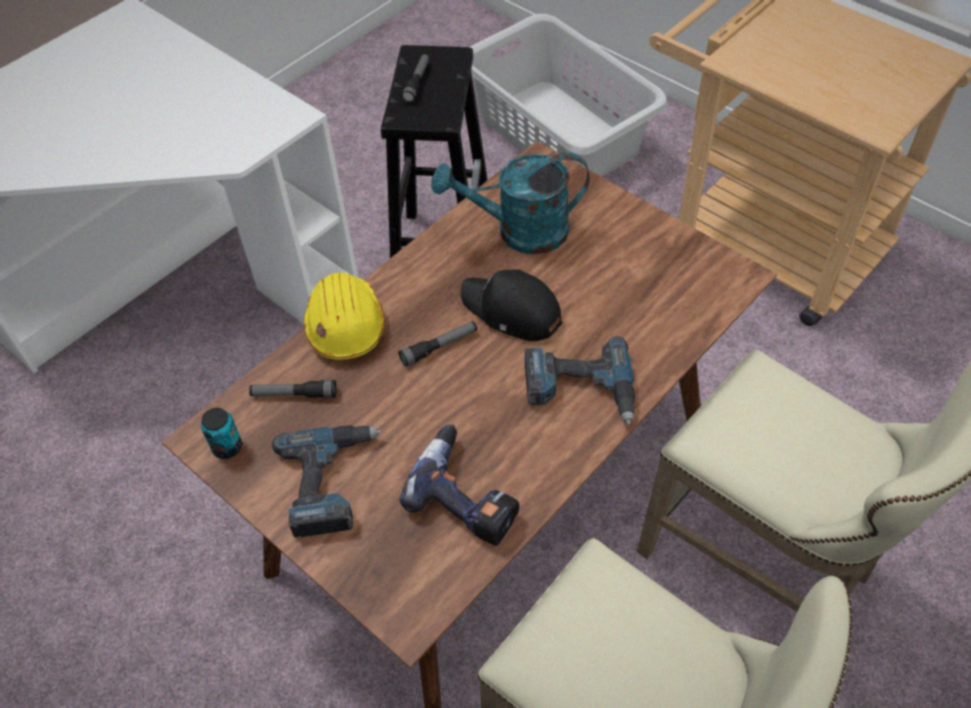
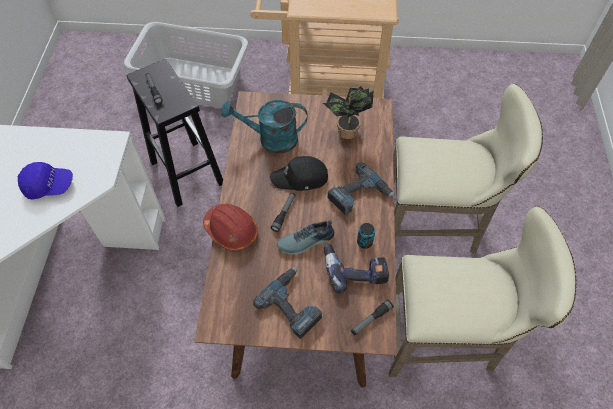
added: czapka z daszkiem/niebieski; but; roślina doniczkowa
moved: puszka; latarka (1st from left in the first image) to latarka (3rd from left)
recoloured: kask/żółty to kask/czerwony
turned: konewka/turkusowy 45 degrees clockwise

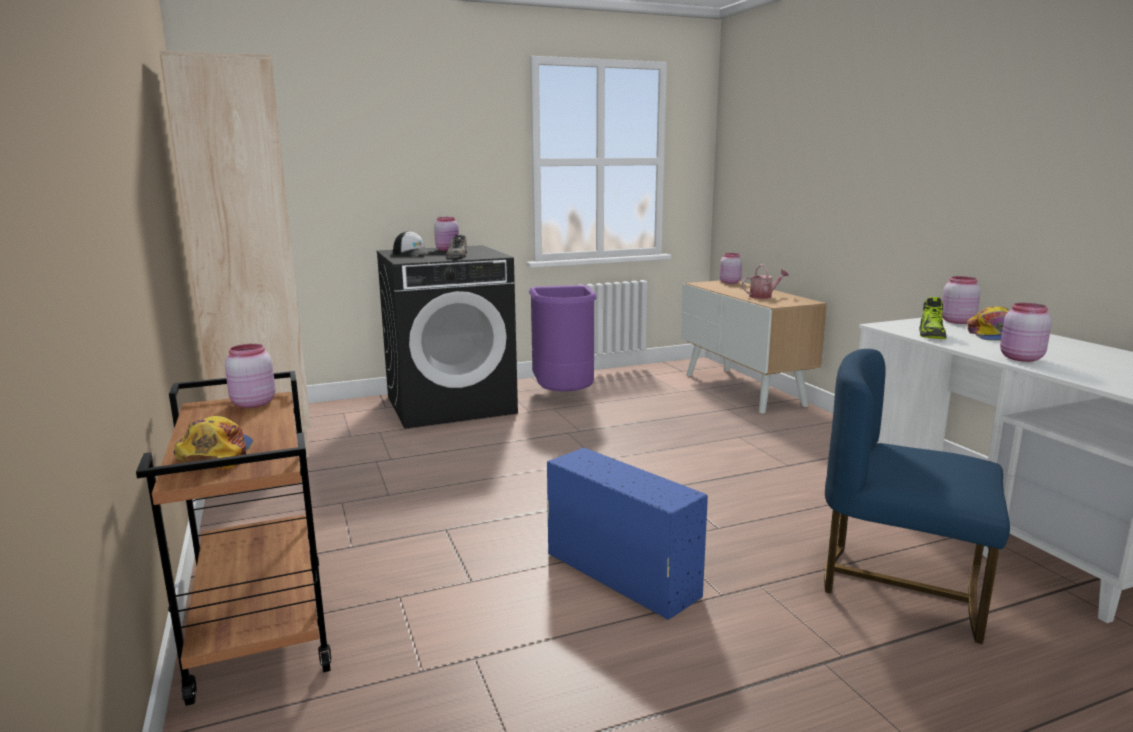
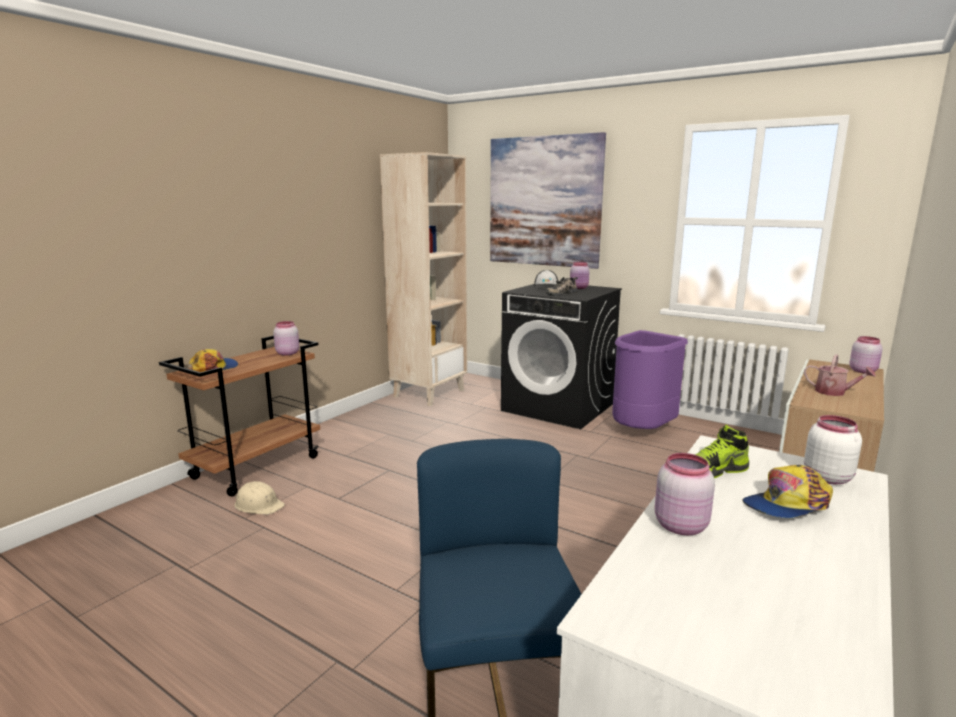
removed: pojemnik do przechowywania/niebieski
added: kask/beżowy; obraz
recoloured: słoik/różowy (4th from left) to słoik/biały

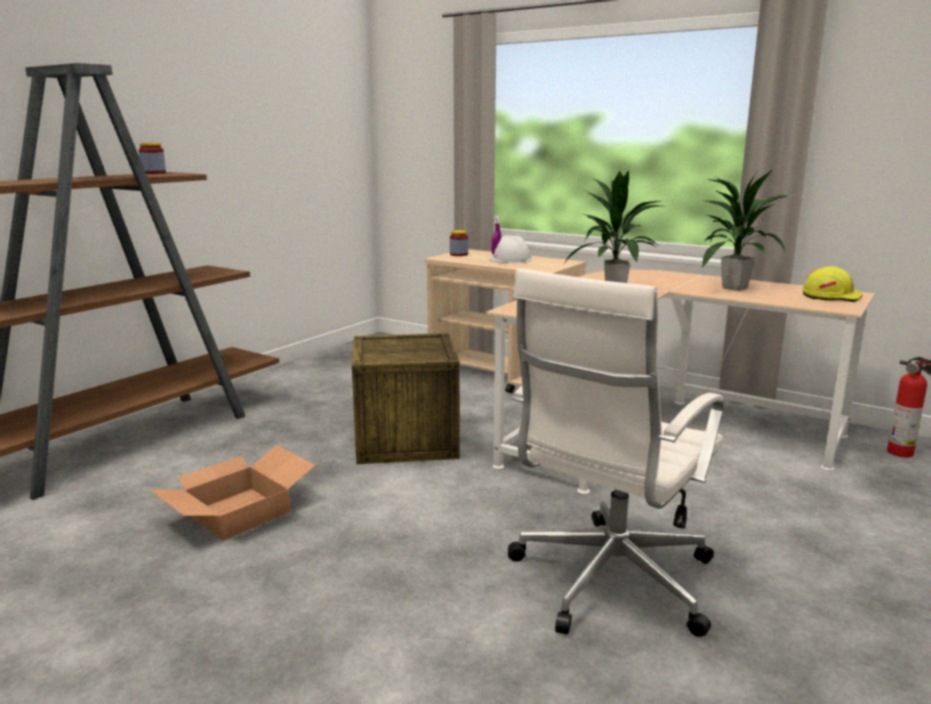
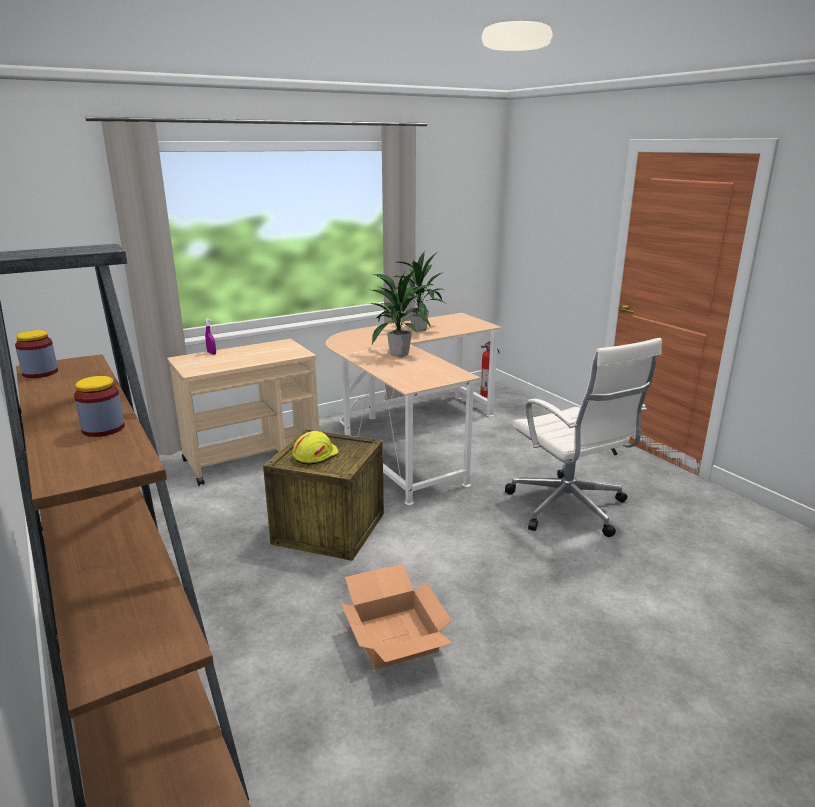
removed: kask/biały
moved: słoik (2nd from left); kask/żółty

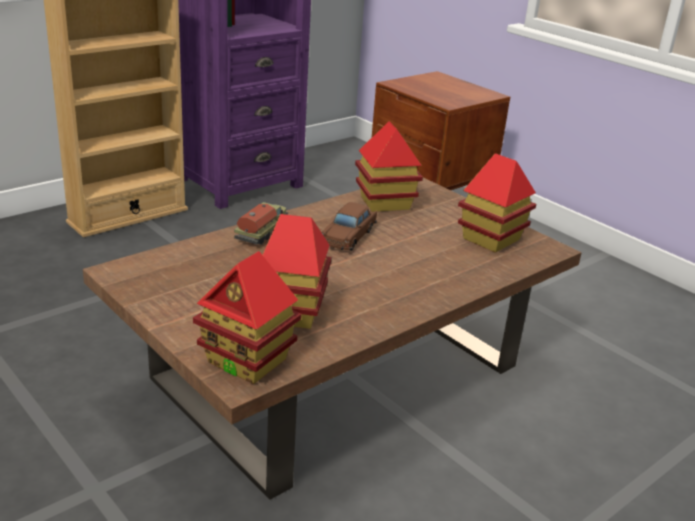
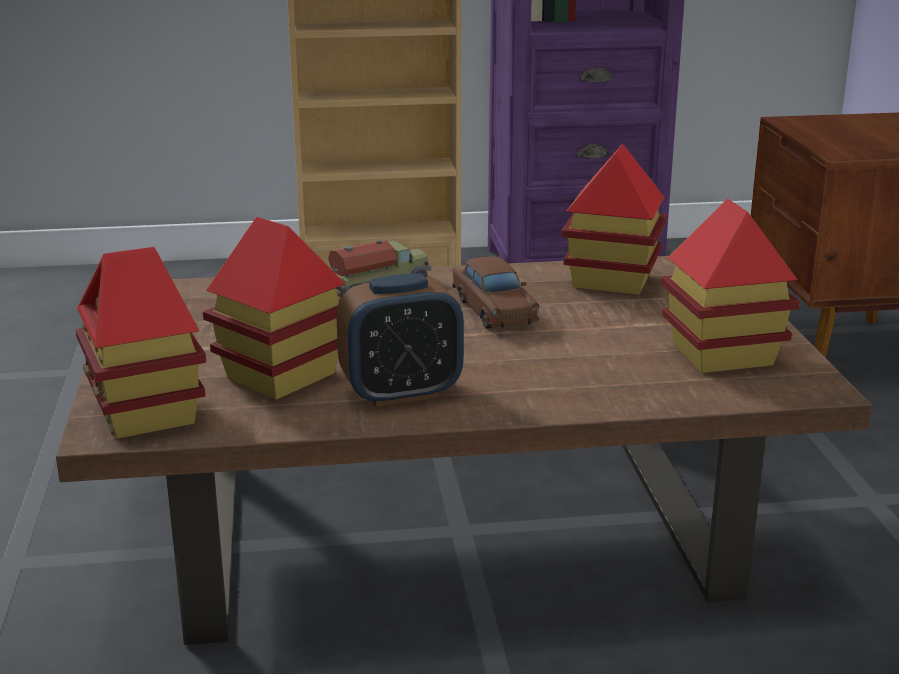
added: budzik
turned: samochodzik/brązowy 75 degrees counterclockwise

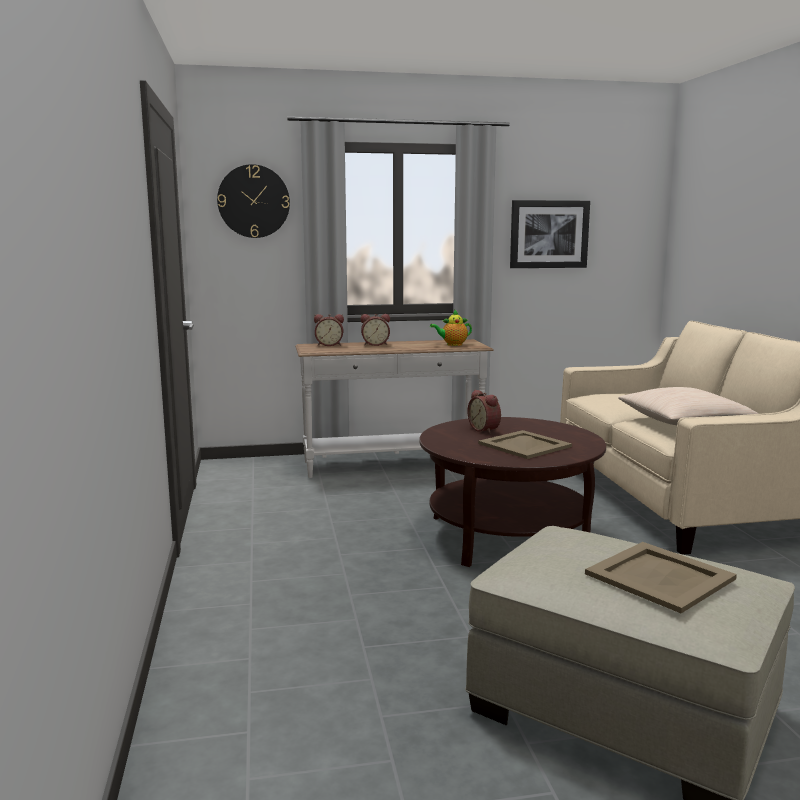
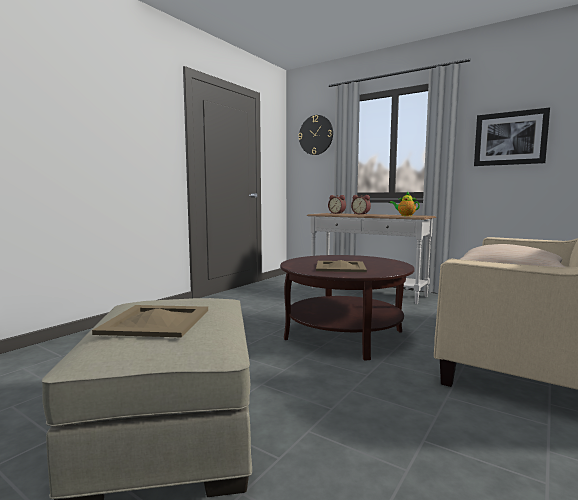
removed: budzik (3rd from left)

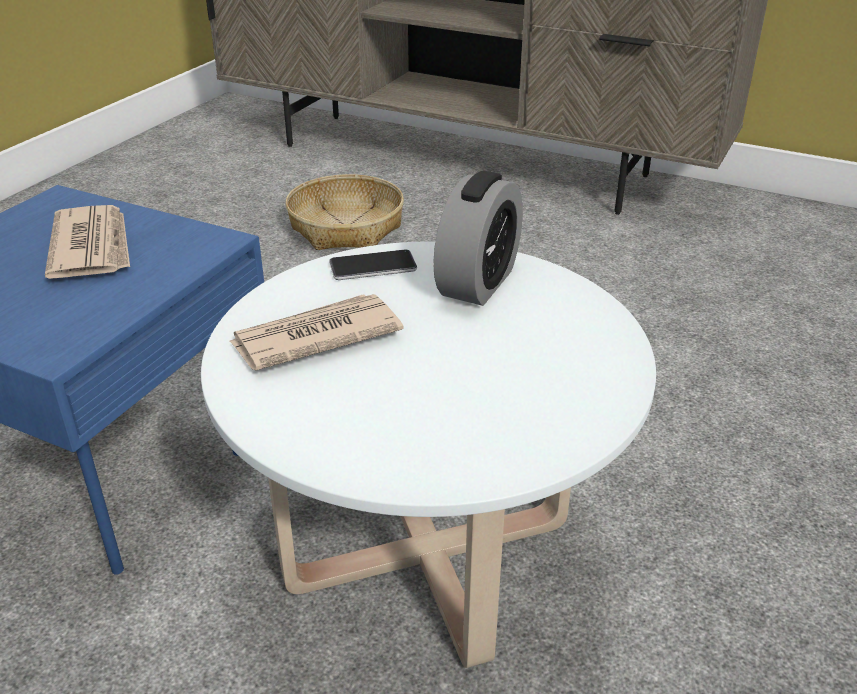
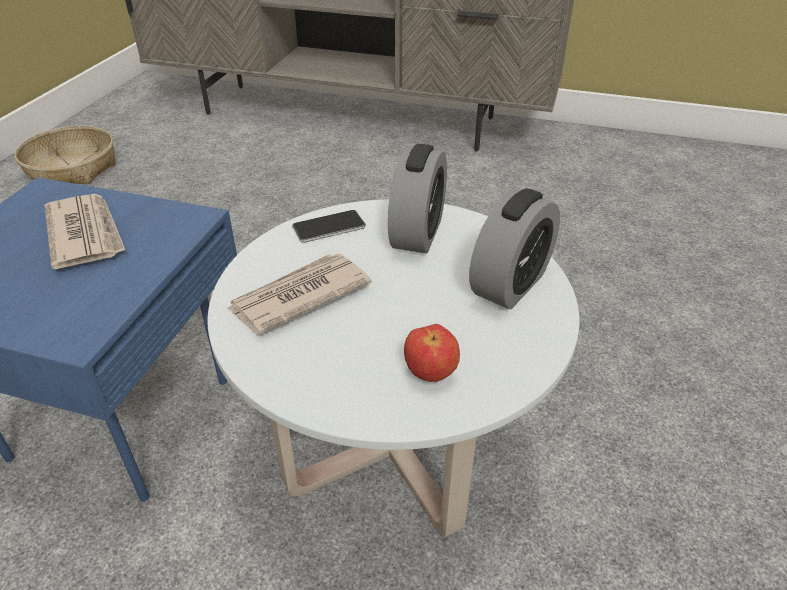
added: jabłko; budzik (2nd from left)
moved: koszyk

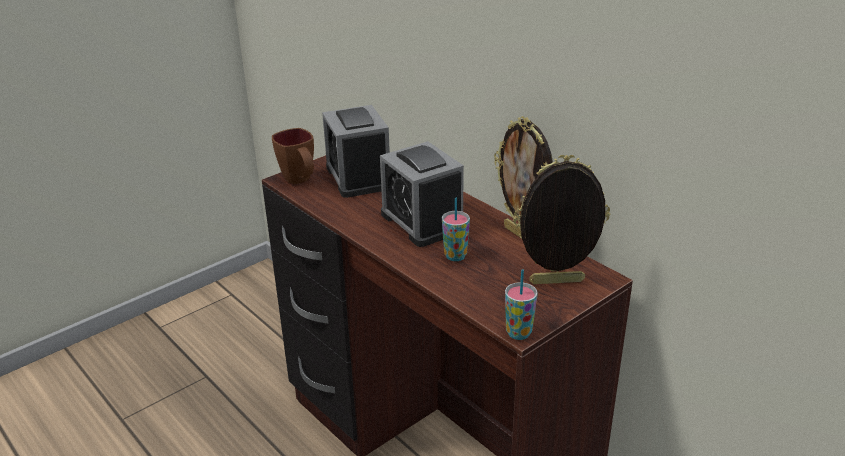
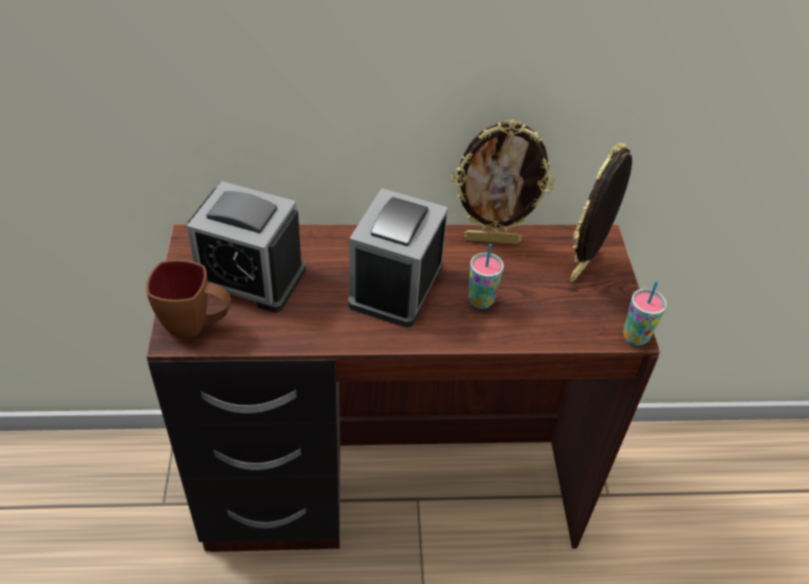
turned: budzik (2nd from left) 105 degrees clockwise

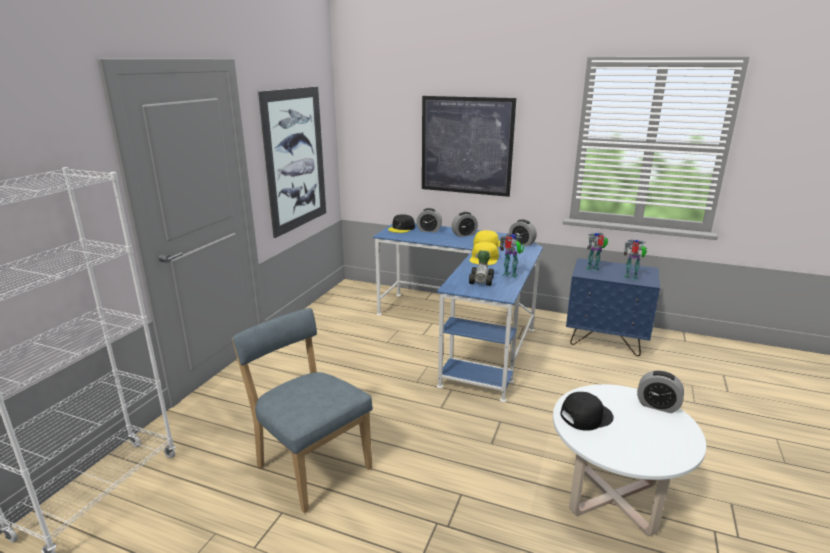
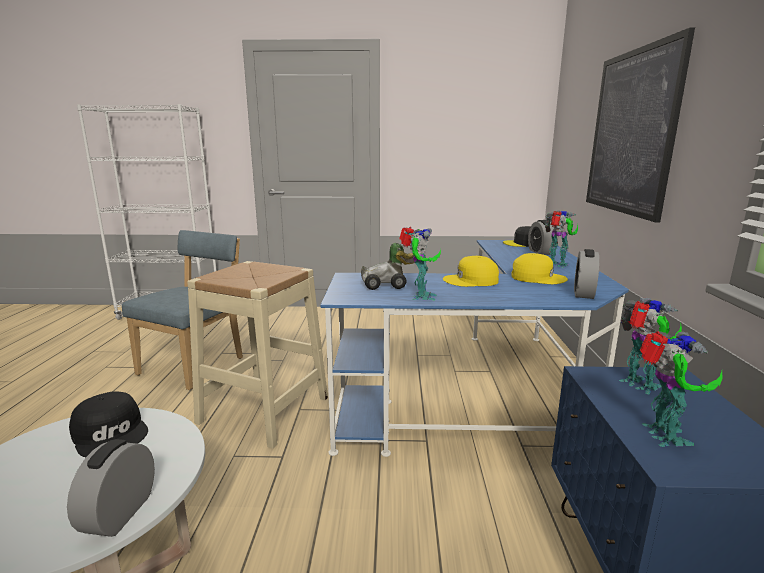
removed: obraz (1st from left)
added: stołek/beżowy
replaced: budzik (2nd from left) to robot zabawkowy (2nd from left)

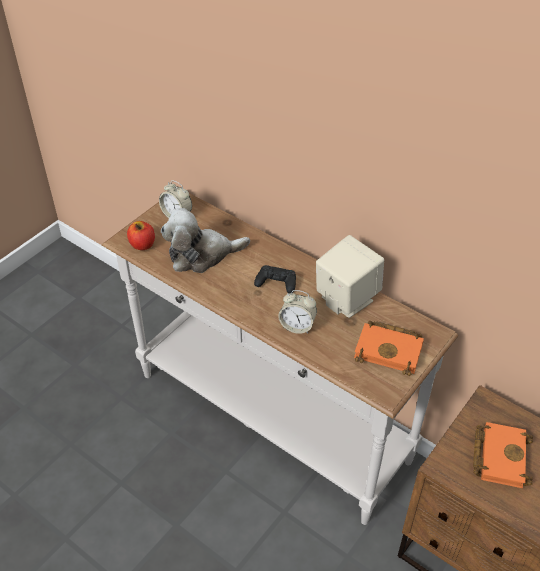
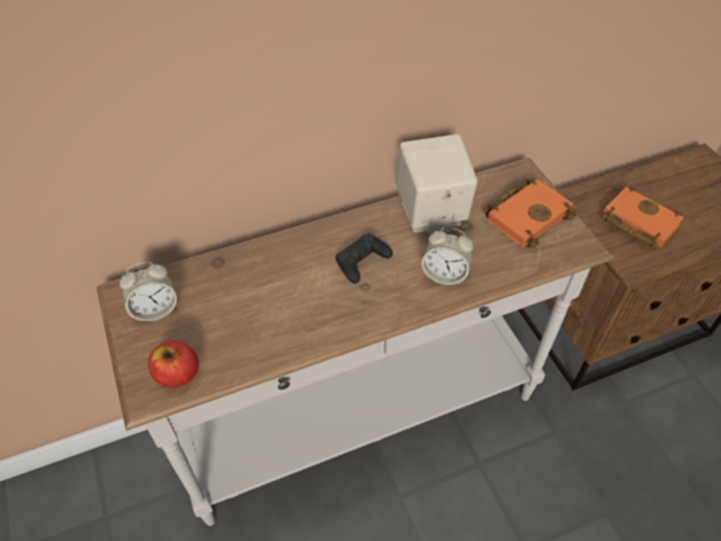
removed: pluszak
turned: budzik (2nd from left) 60 degrees clockwise

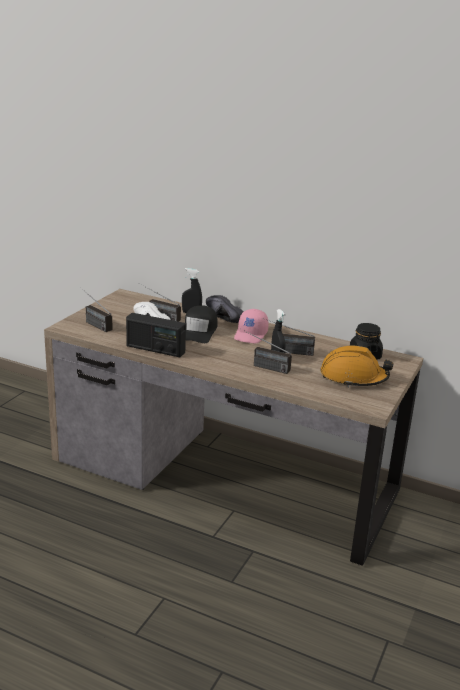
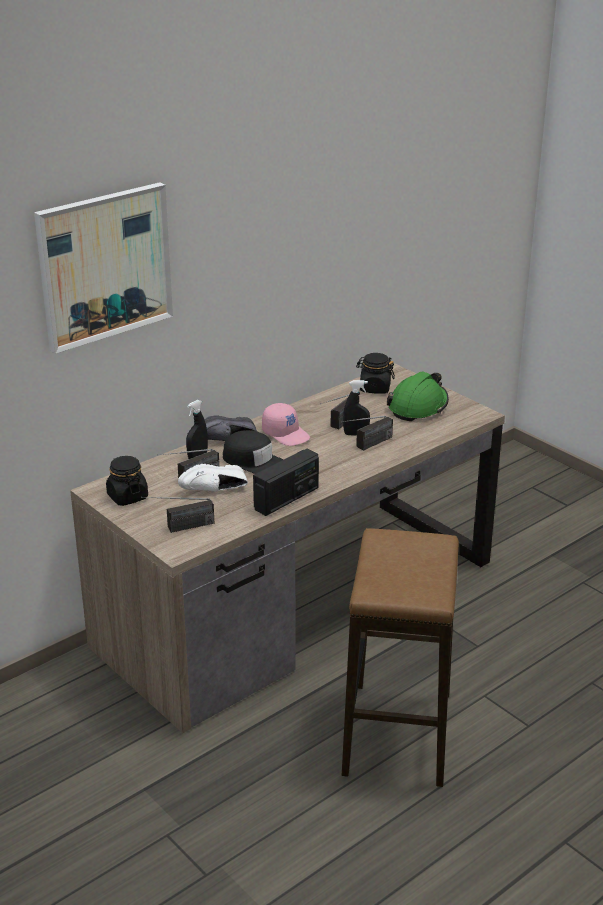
added: obraz; słoik/czarny (1st from left); stołek
recoloured: kask/pomarańczowy to kask/zielony

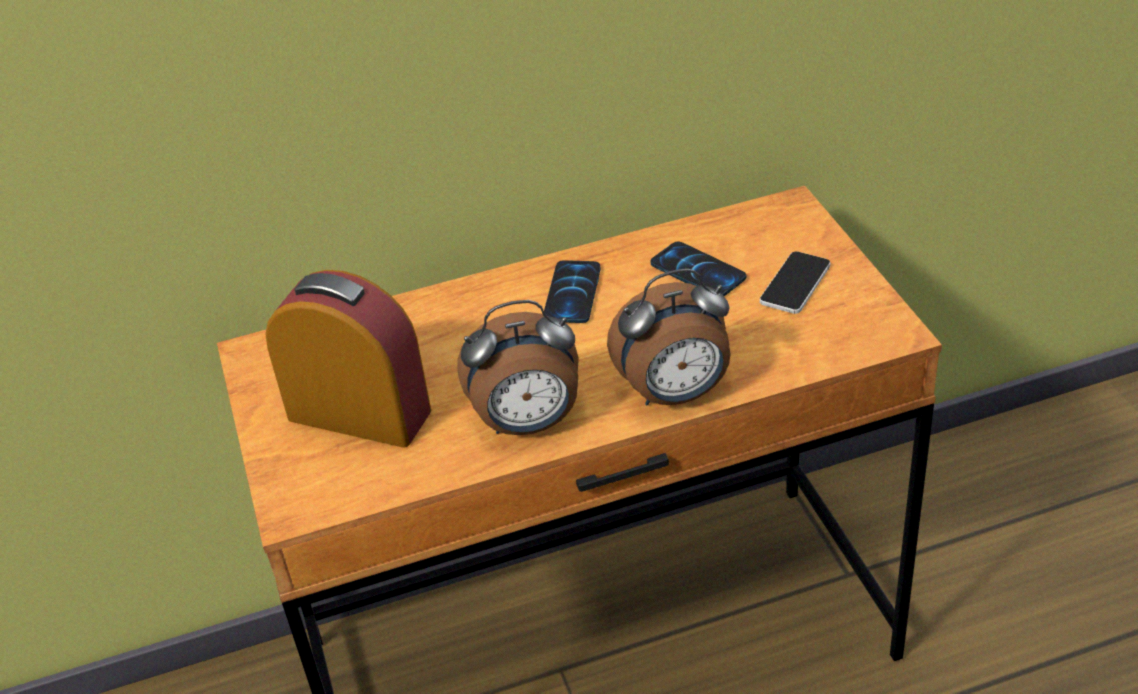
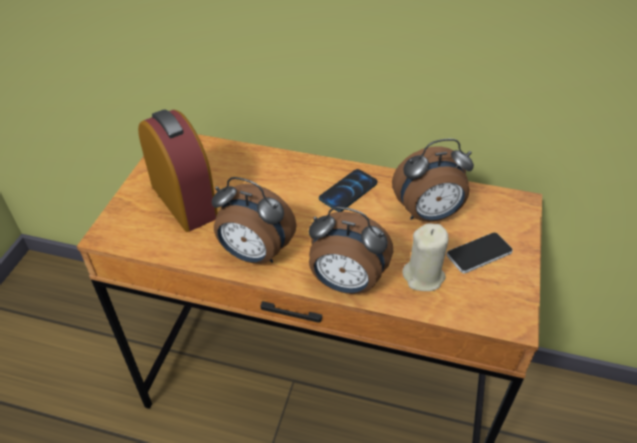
added: świeca/beżowy
replaced: telefon (2nd from left) to budzik (4th from left)

